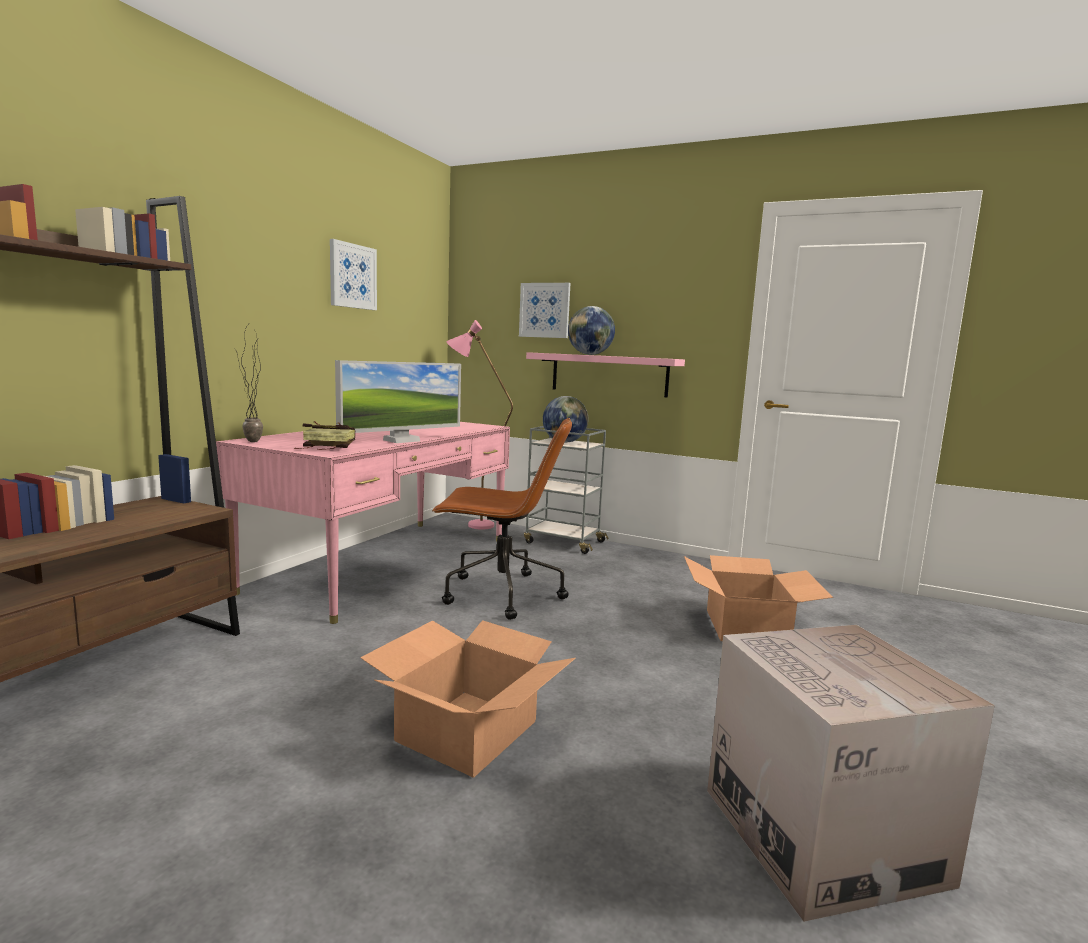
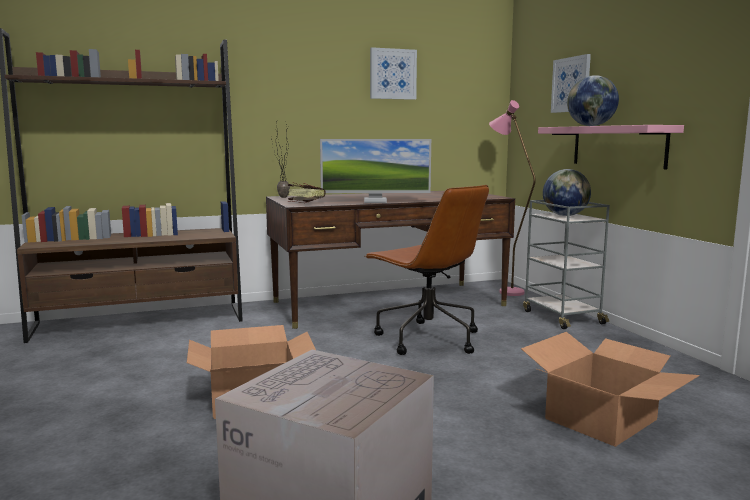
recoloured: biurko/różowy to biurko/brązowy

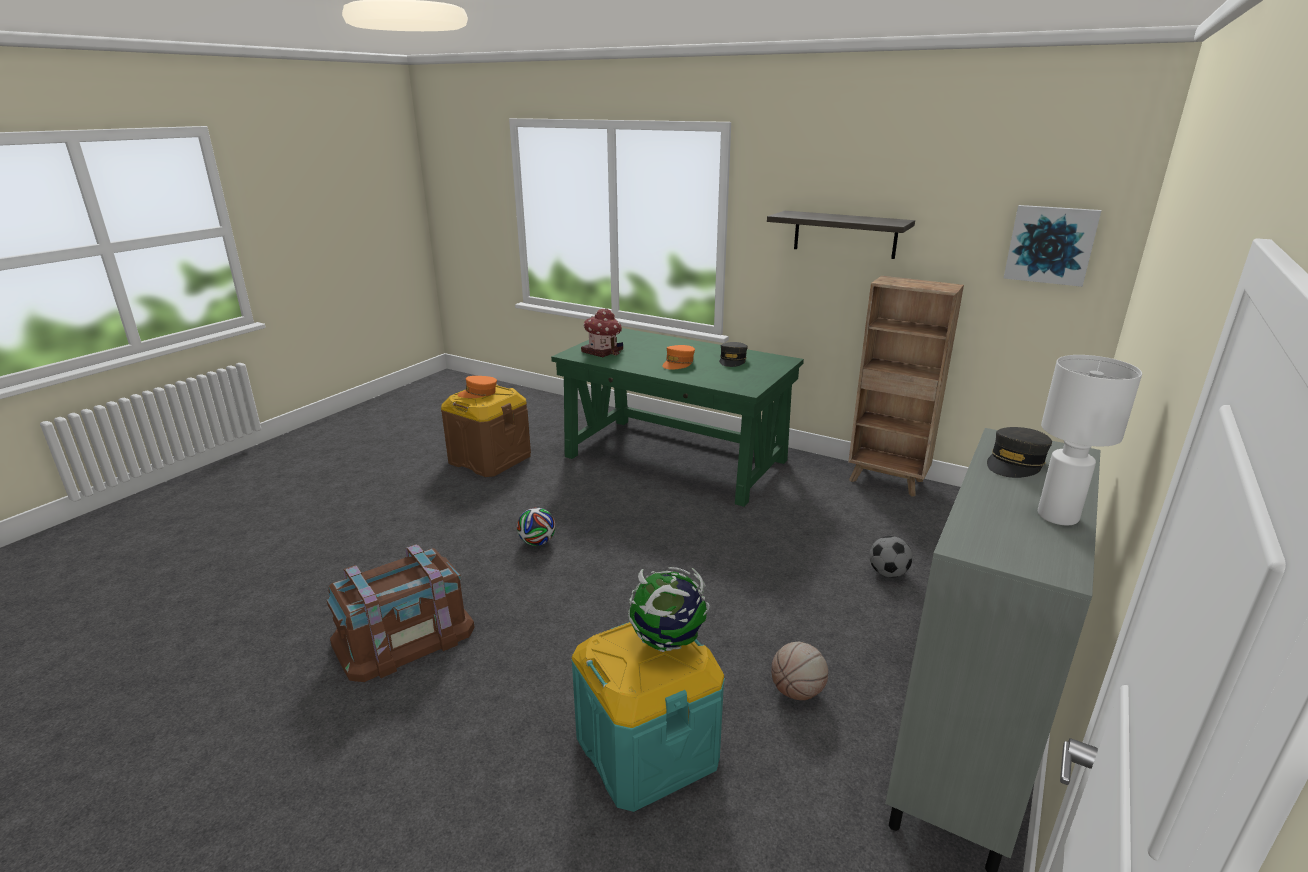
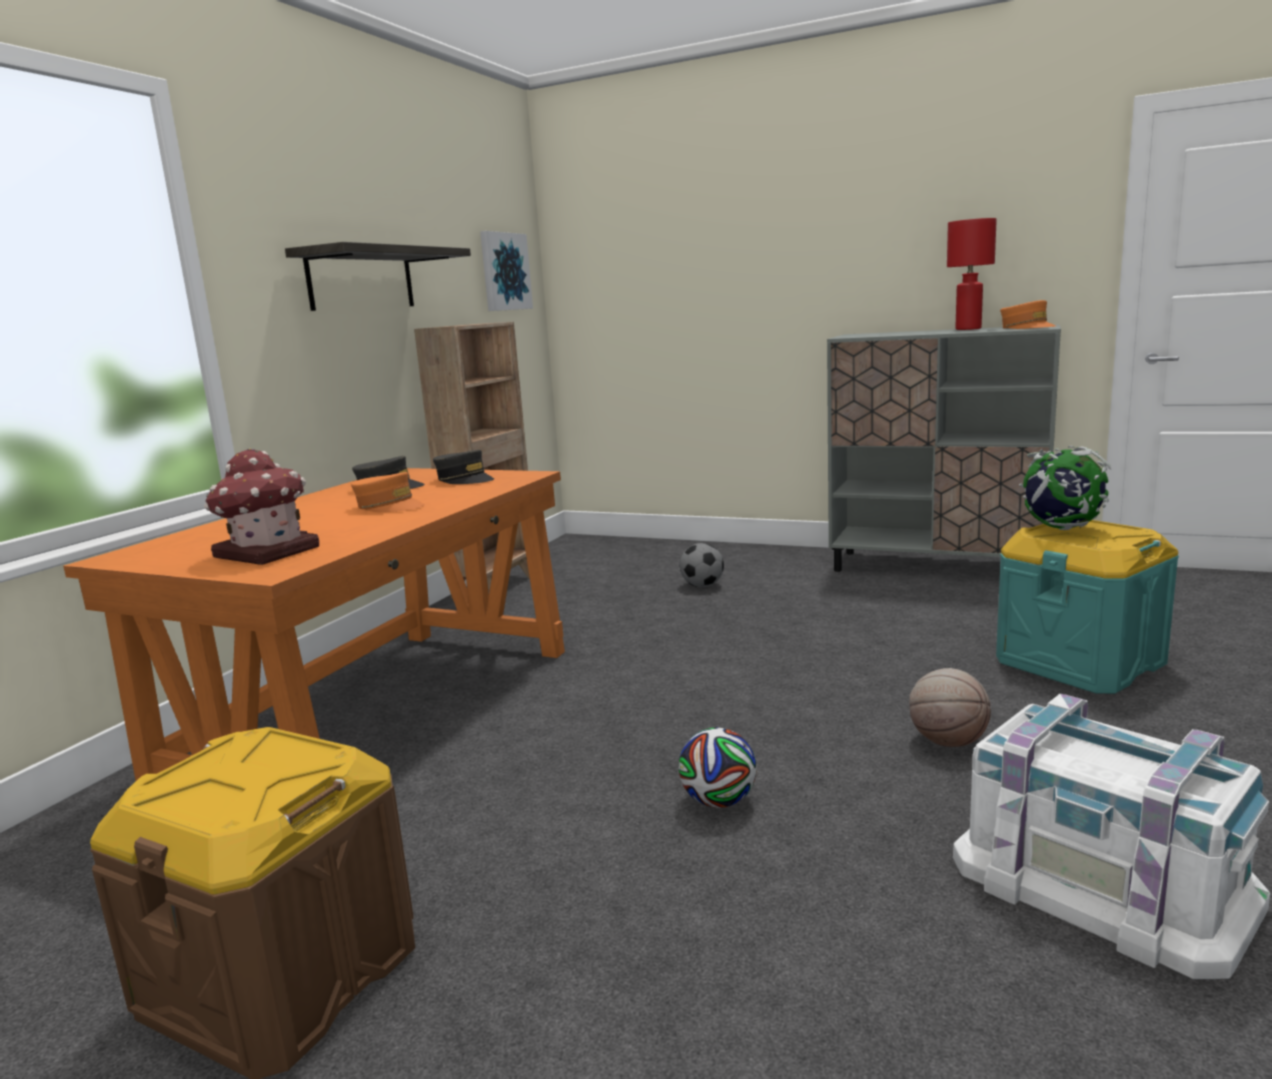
moved: czapka z daszkiem/pomarańczowy (1st from left in the first image) to czapka z daszkiem/pomarańczowy (2nd from left); piłka do koszykówki; czapka z daszkiem/szary (2nd from left)
recoloured: pojemnik do przechowywania/brązowy (1st from left) to pojemnik do przechowywania/biały; biurko/zielony to biurko/pomarańczowy; lampa stołowa/biały to lampa stołowa/czerwony

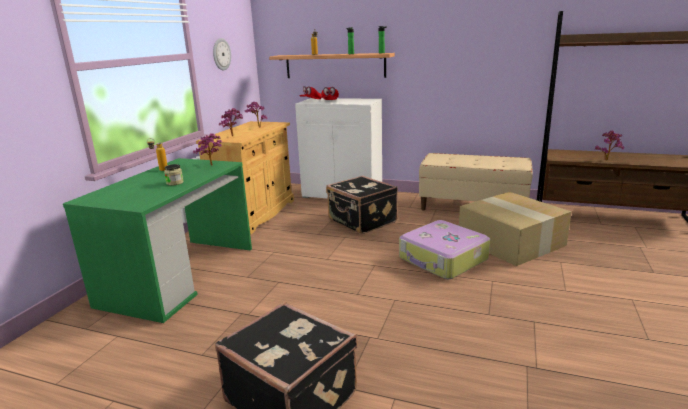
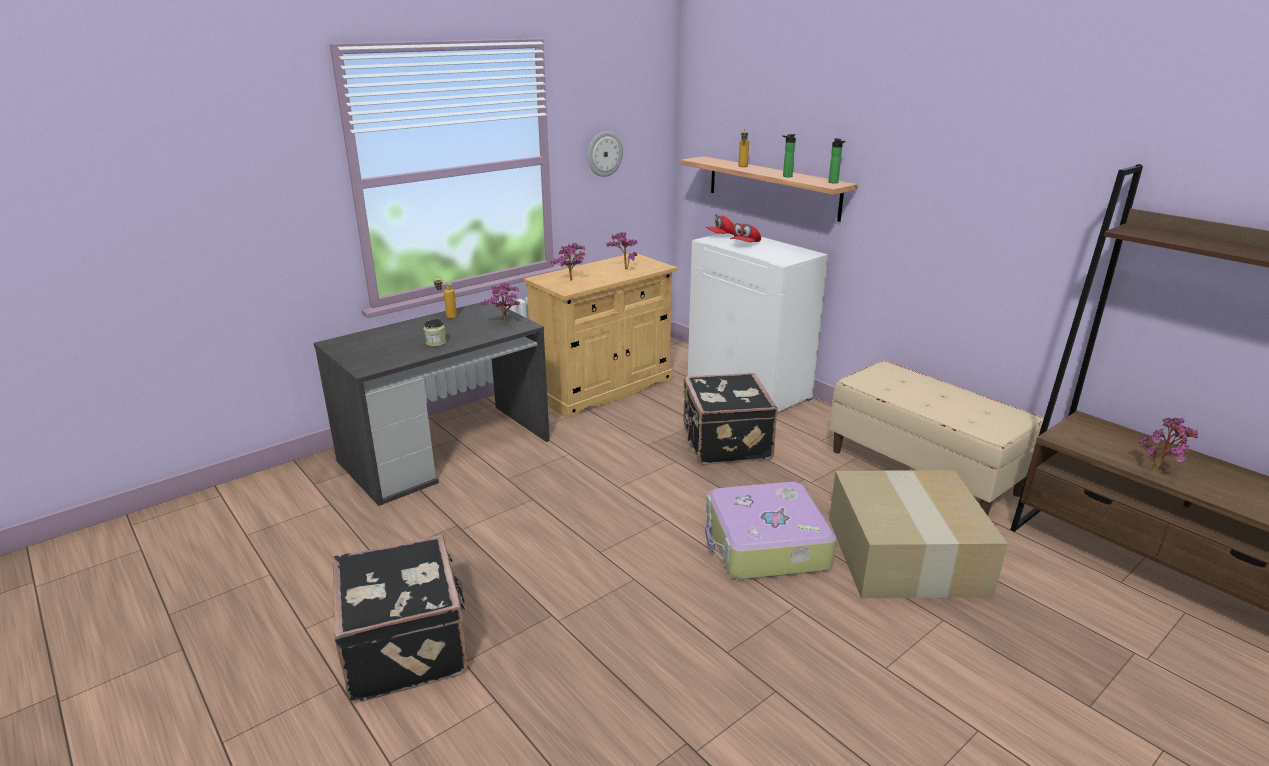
recoloured: biurko/zielony to biurko/szary

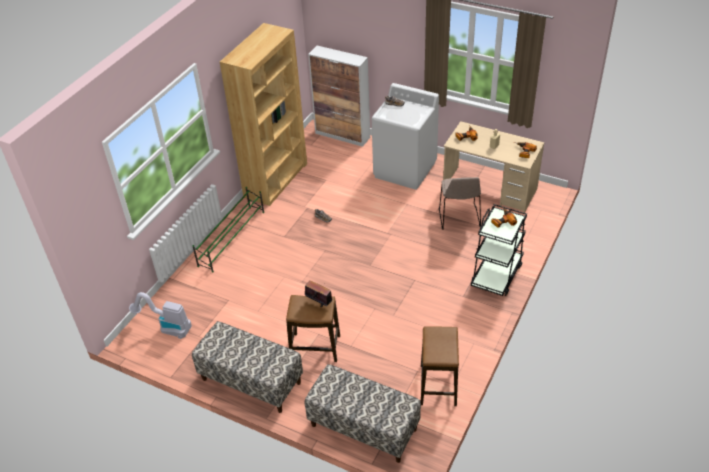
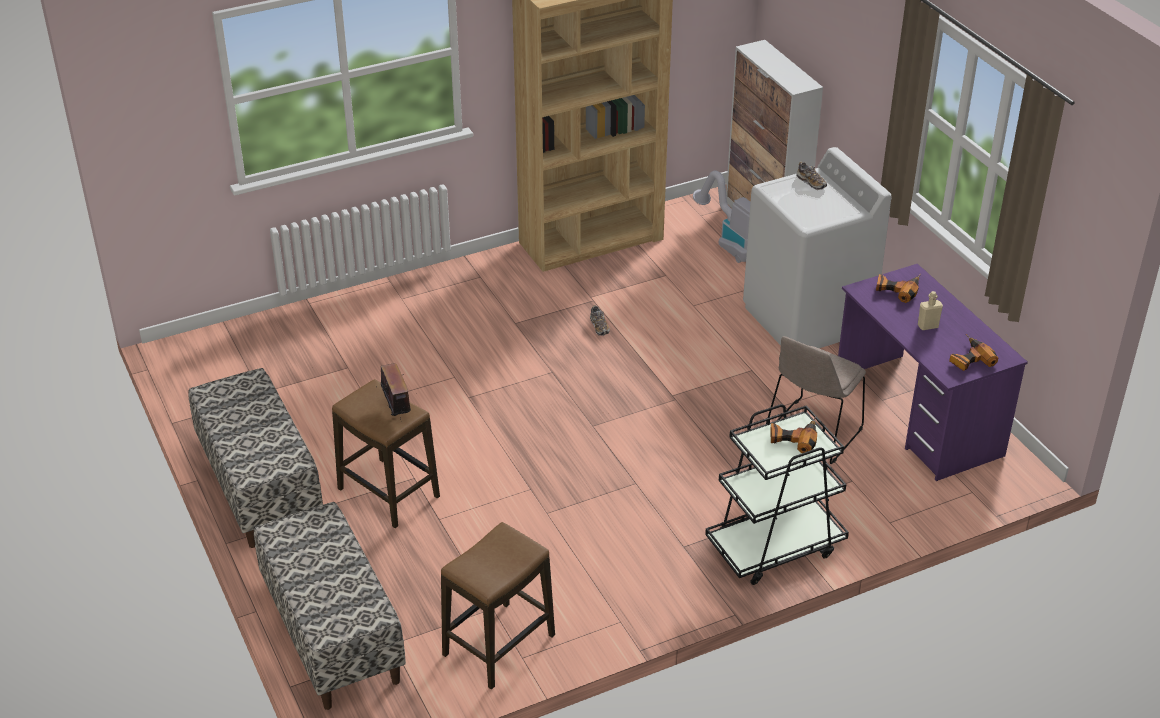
removed: regał na buty/zielony
moved: odkurzacz
recoloured: biurko/beżowy to biurko/fioletowy

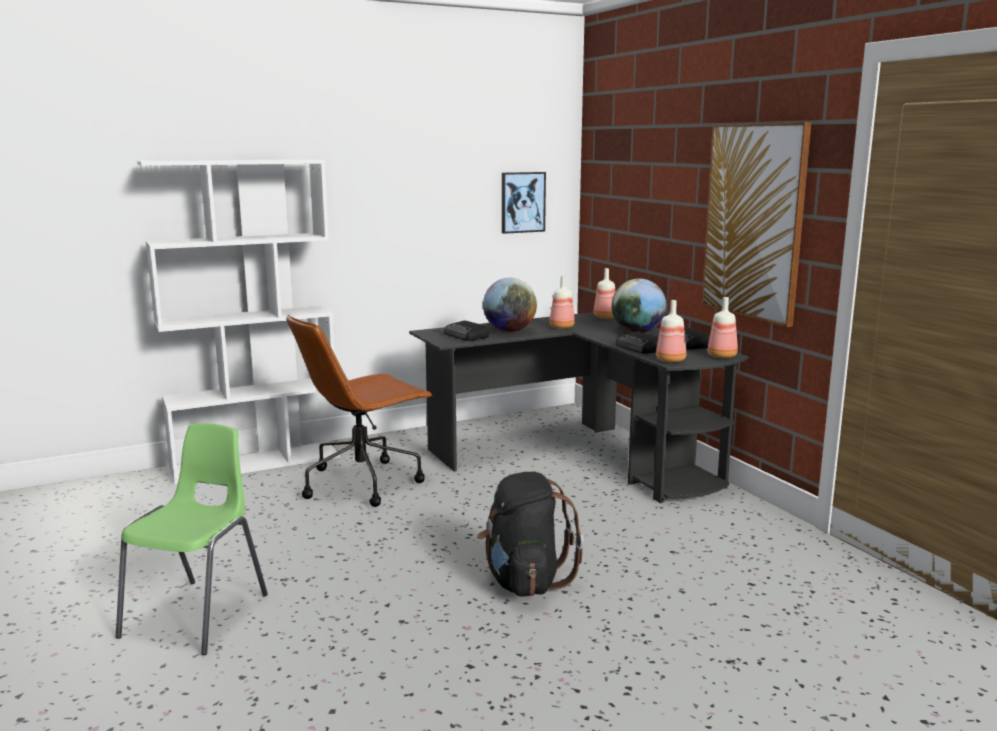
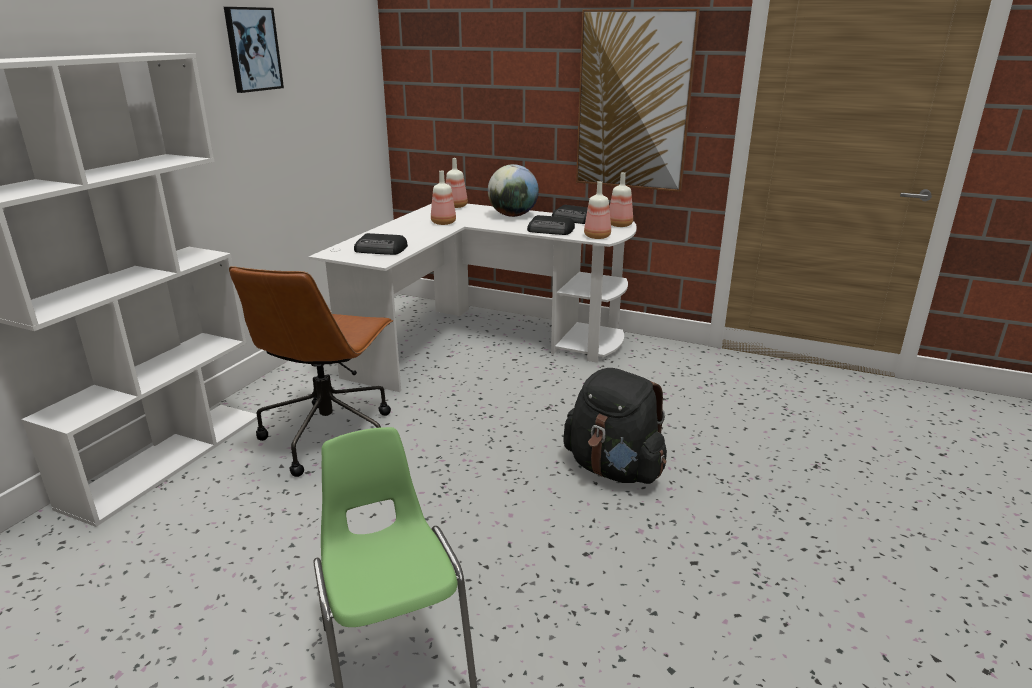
removed: globus (1st from left)
moved: obraz (1st from left)
recoloured: biurko/czarny to biurko/biały

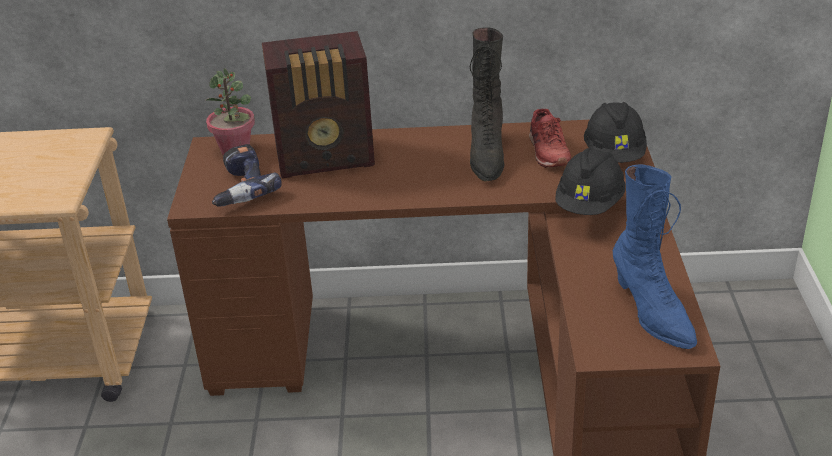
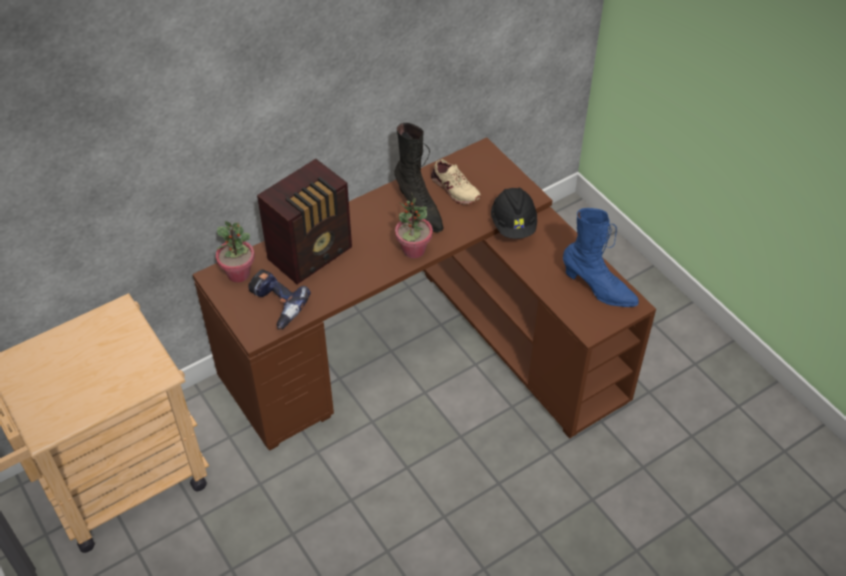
removed: kask/czarny (2nd from left)
added: roślina doniczkowa (2nd from left)
recoloured: but/czerwony to but/beżowy

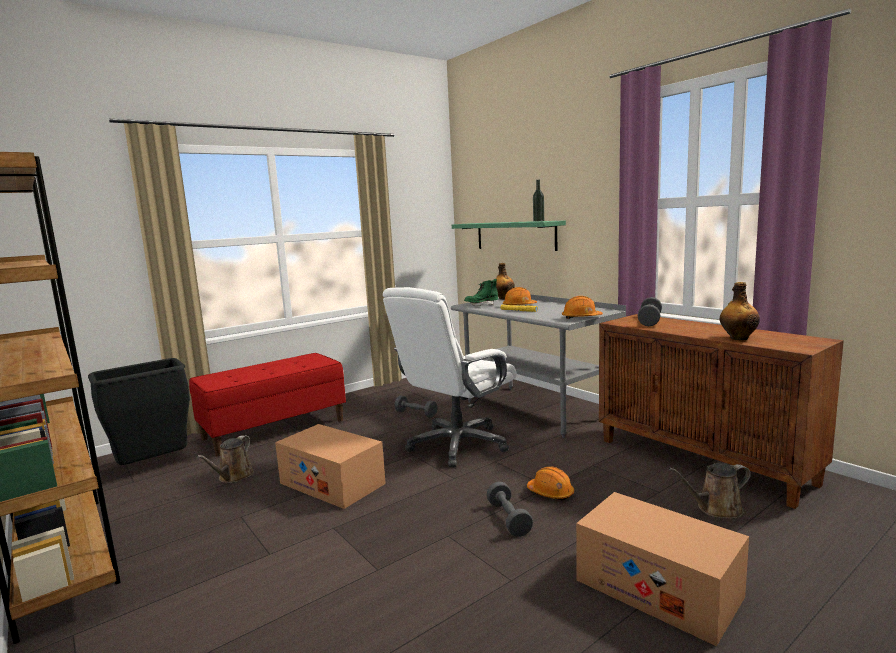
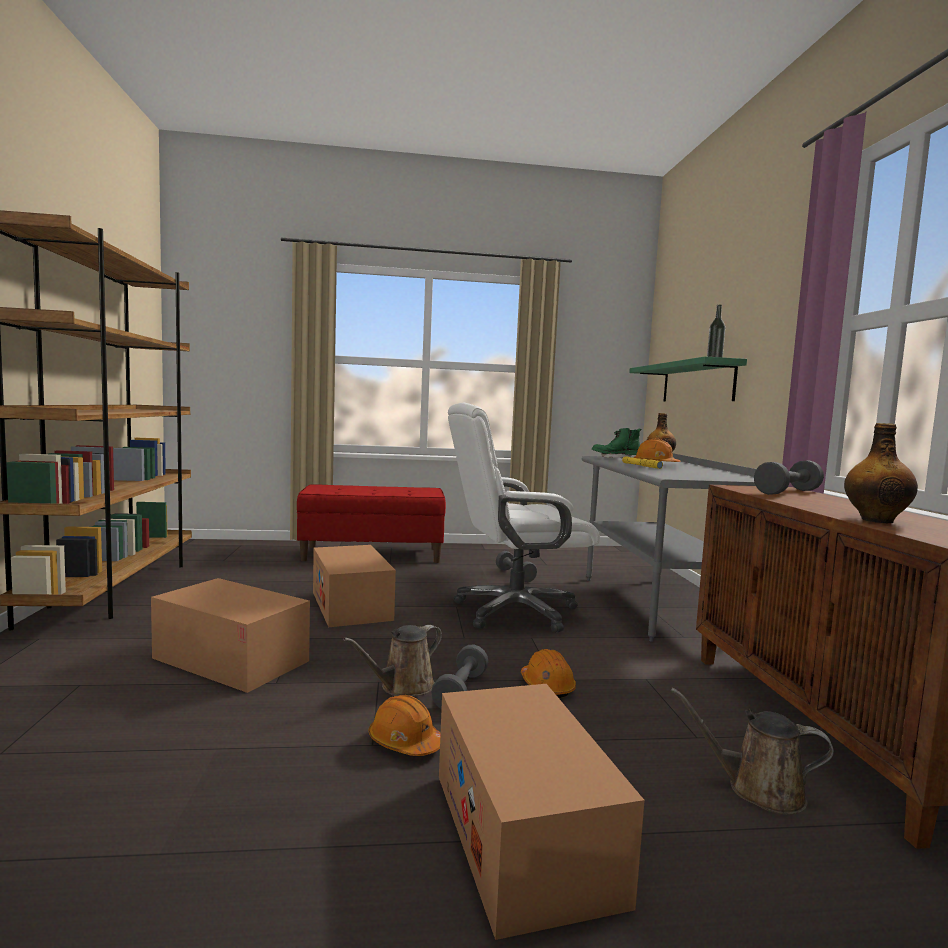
removed: kosz na śmieci/czarny
added: karton (1st from left)
moved: konewka/brązowy (1st from left); kask/pomarańczowy (3rd from left in the first image) to kask/pomarańczowy (1st from left)

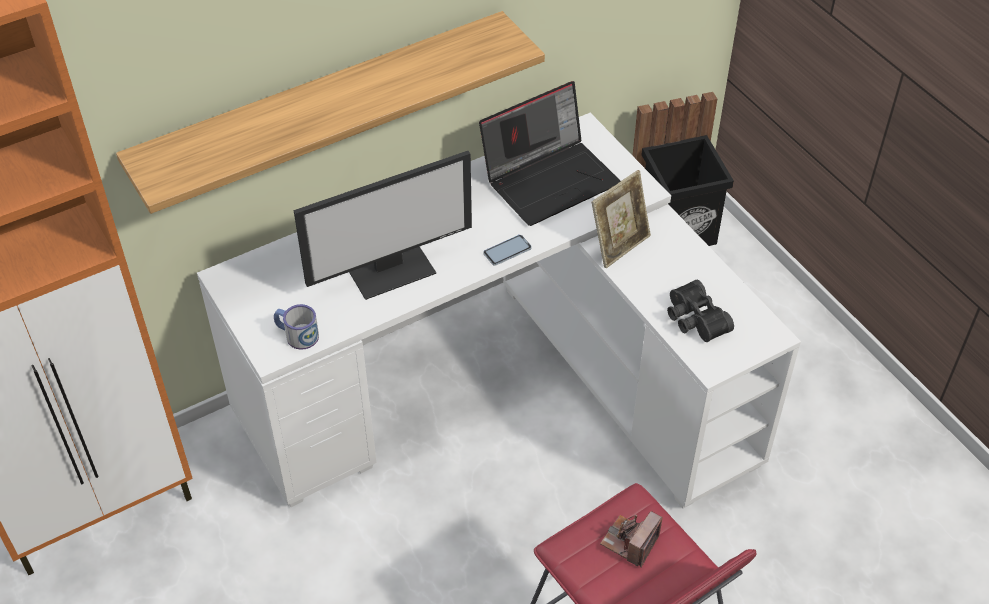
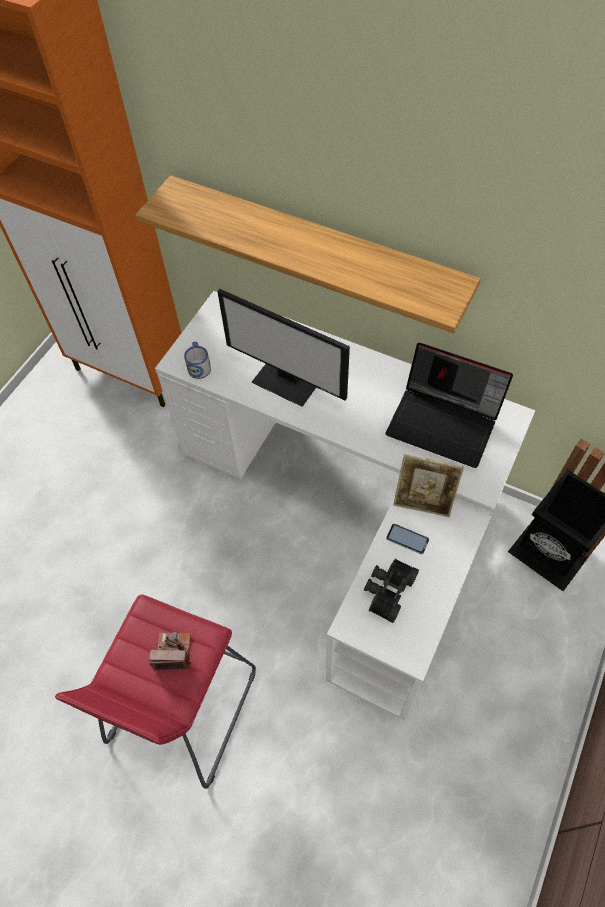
moved: telefon

